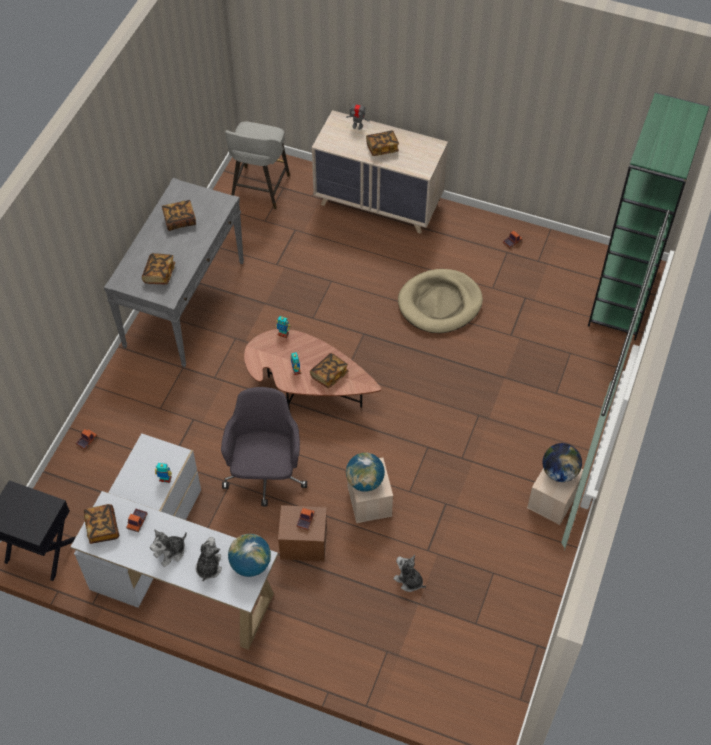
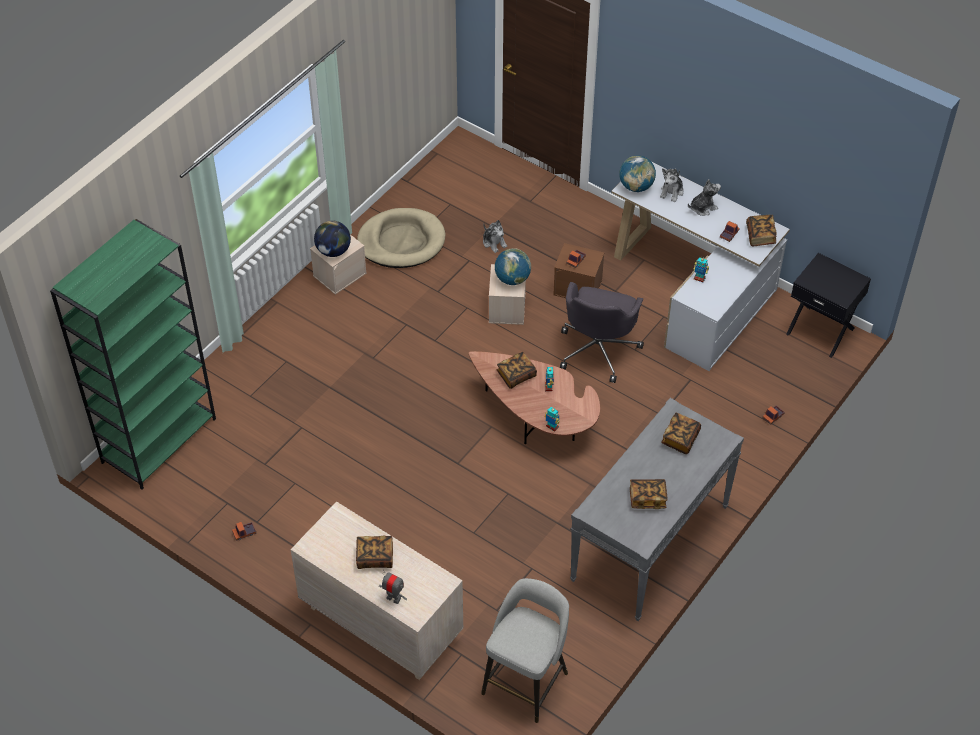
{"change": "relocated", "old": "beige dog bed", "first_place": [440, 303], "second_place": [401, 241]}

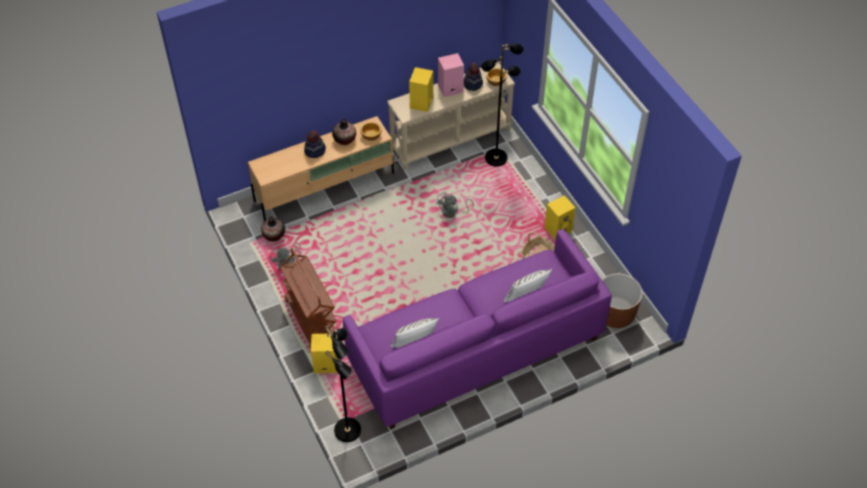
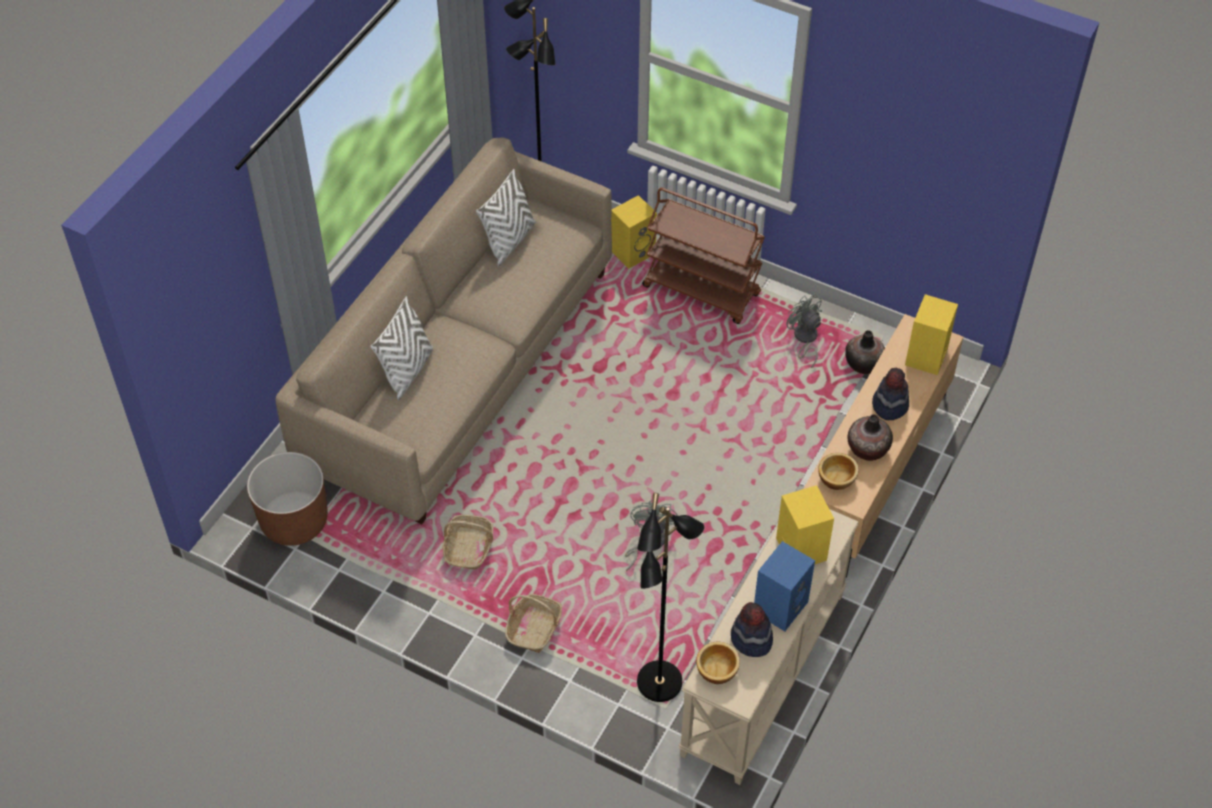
{"change": "colour", "old": "pink loudspeaker", "new": "blue loudspeaker", "first_place": [450, 89], "second_place": [780, 605]}
{"change": "relocated", "old": "yellow loudspeaker", "first_place": [558, 229], "second_place": [927, 357]}
{"change": "colour", "old": "purplish settee", "new": "beige settee", "first_place": [475, 349], "second_place": [459, 368]}
{"change": "appeared", "new": "basket", "second_place": [534, 628]}

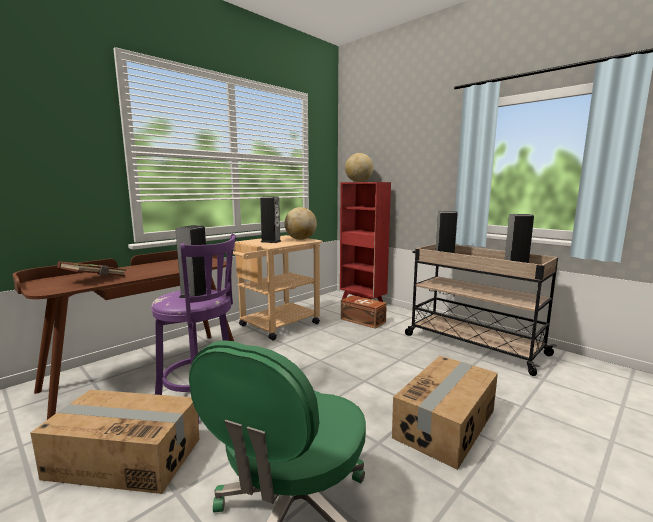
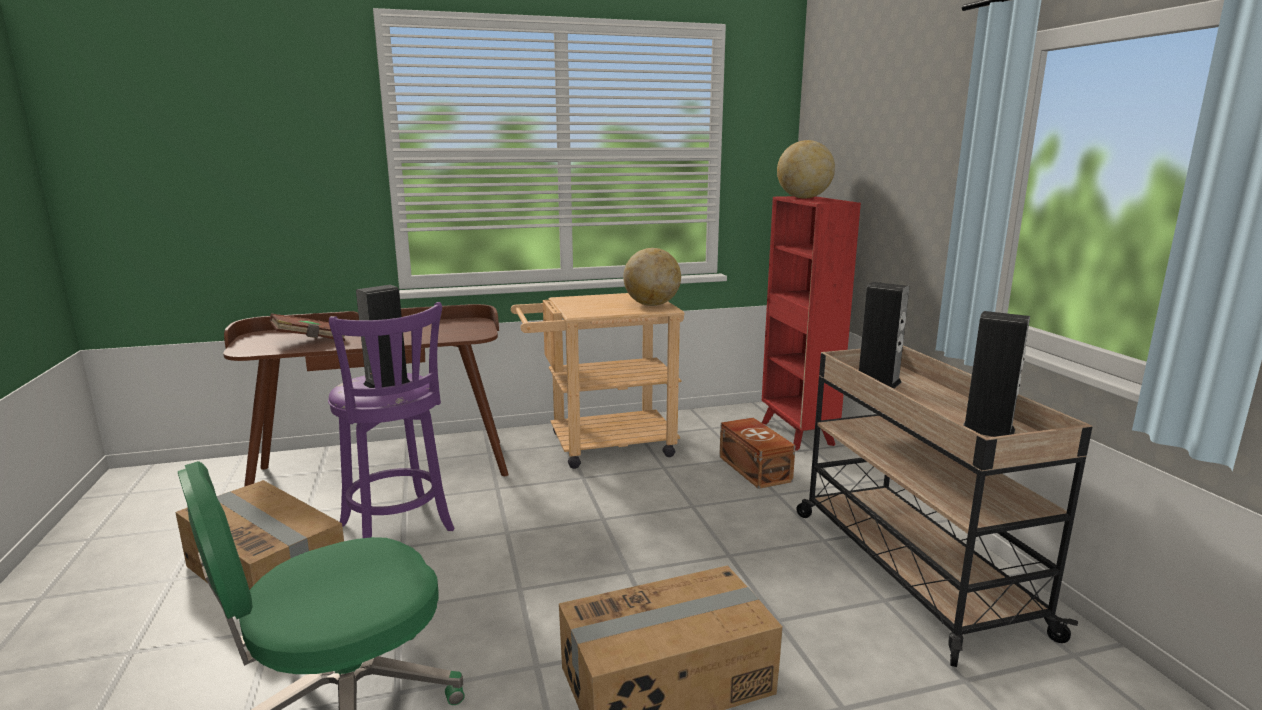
{"change": "missing", "old": "loudspeaker", "first_place": [271, 241]}

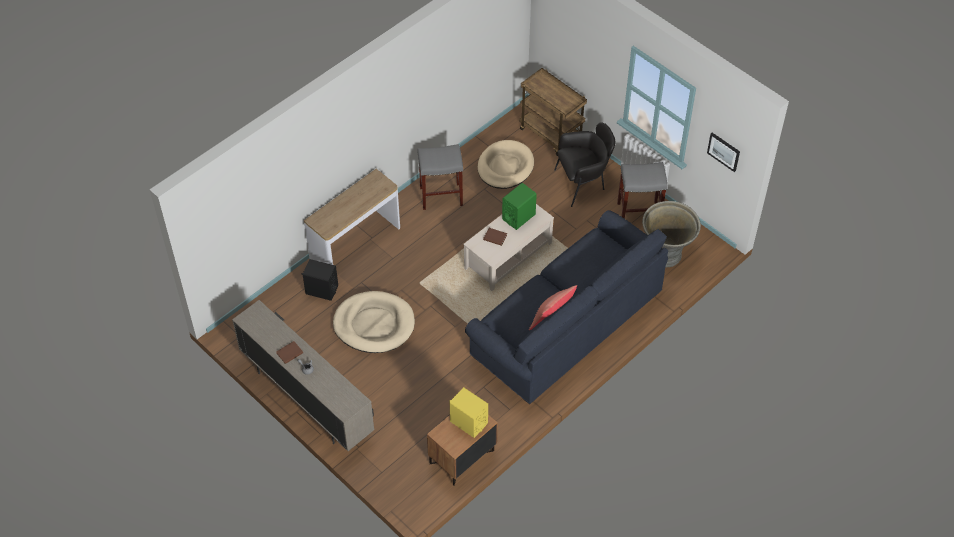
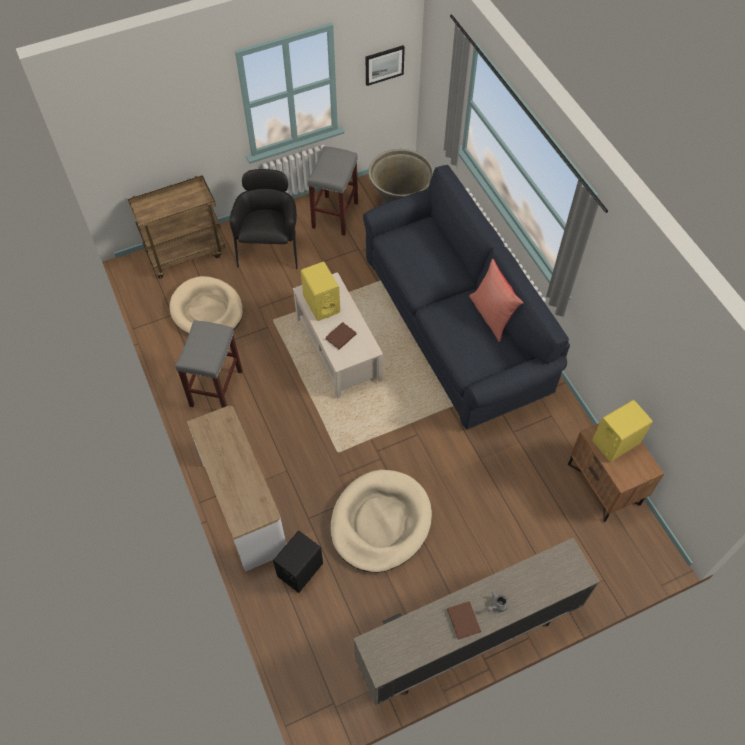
{"change": "colour", "old": "greenish loudspeaker", "new": "yellow loudspeaker", "first_place": [518, 217], "second_place": [321, 304]}

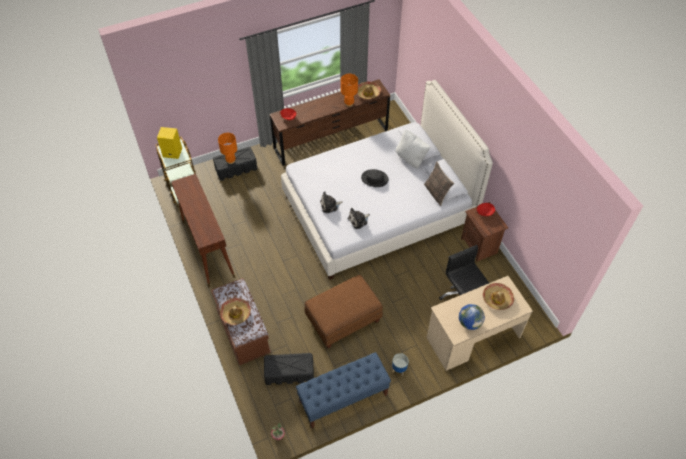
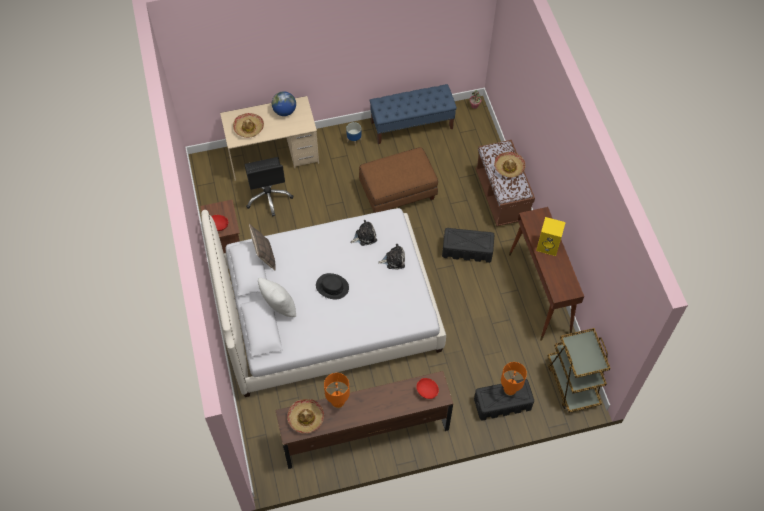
{"change": "relocated", "old": "yellow loudspeaker", "first_place": [172, 153], "second_place": [548, 245]}
{"change": "relocated", "old": "blackish storage container", "first_place": [290, 373], "second_place": [467, 250]}

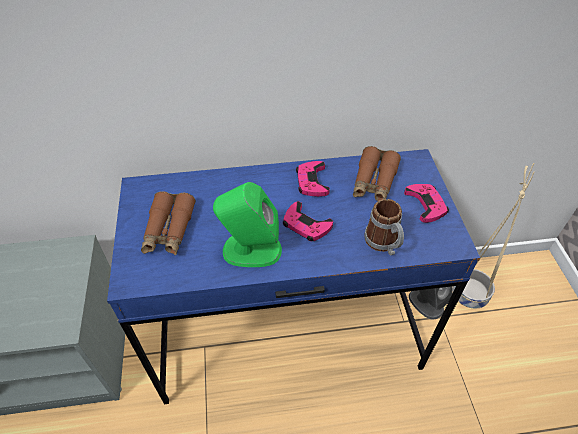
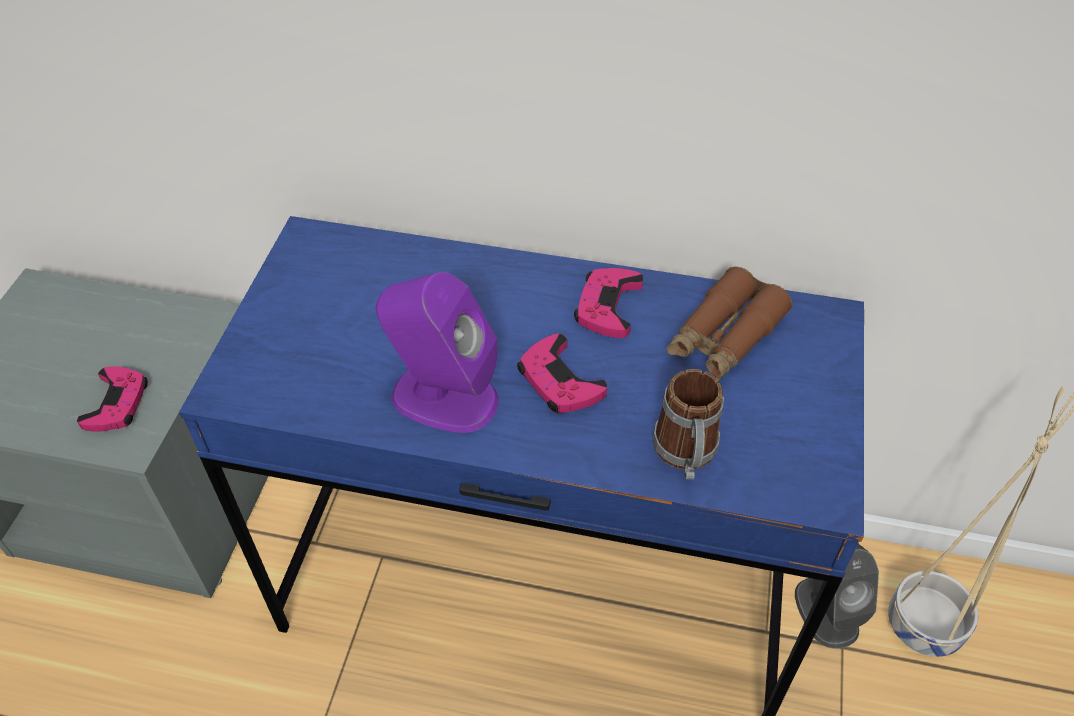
{"change": "colour", "old": "greenish loudspeaker", "new": "purplish loudspeaker", "first_place": [251, 250], "second_place": [443, 397]}
{"change": "relocated", "old": "pink joypad", "first_place": [426, 204], "second_place": [117, 403]}
{"change": "missing", "old": "brown binoculars", "first_place": [169, 230]}

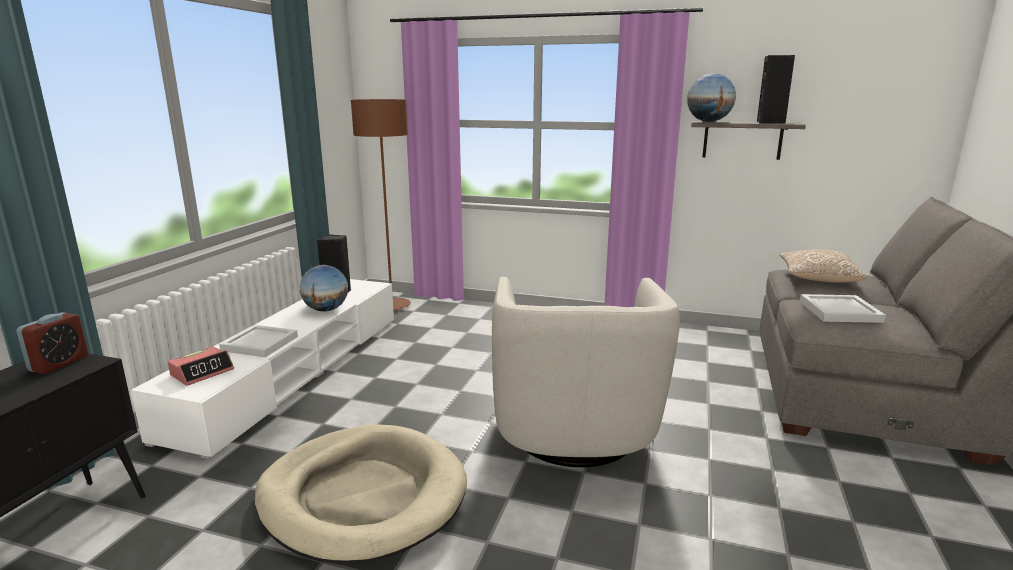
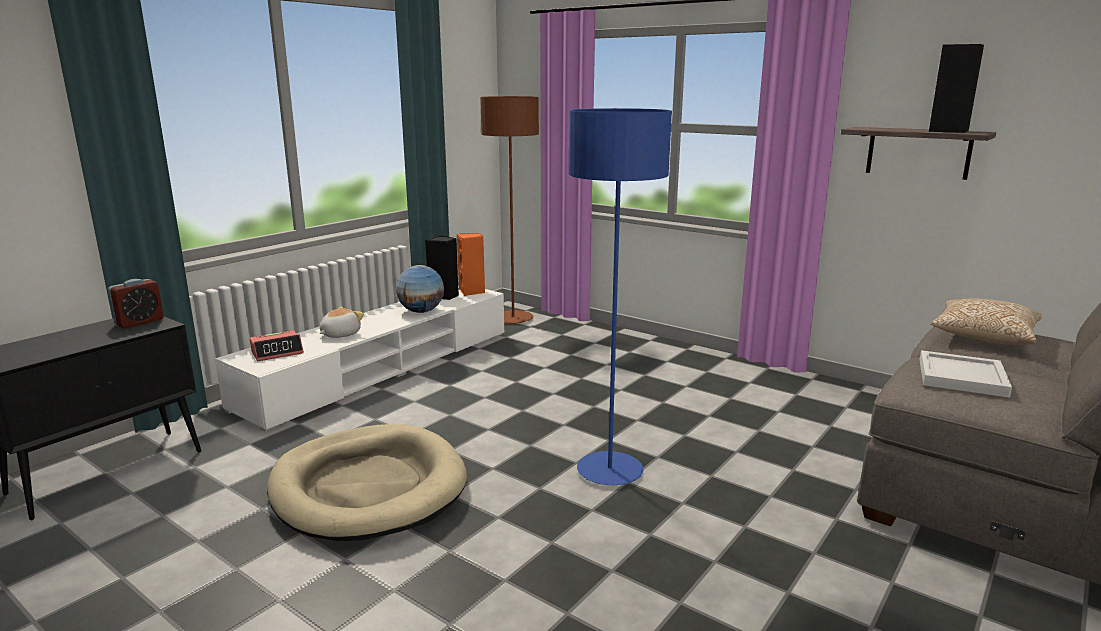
{"change": "missing", "old": "world globe", "first_place": [708, 122]}
{"change": "exchanged", "old": "beige easy chair", "new": "blue standing lamp", "first_place": [573, 433], "second_place": [609, 471]}
{"change": "exchanged", "old": "whitish carrying tray", "new": "cuddly toy", "first_place": [258, 344], "second_place": [340, 334]}
{"change": "appeared", "new": "orange loudspeaker", "second_place": [472, 291]}

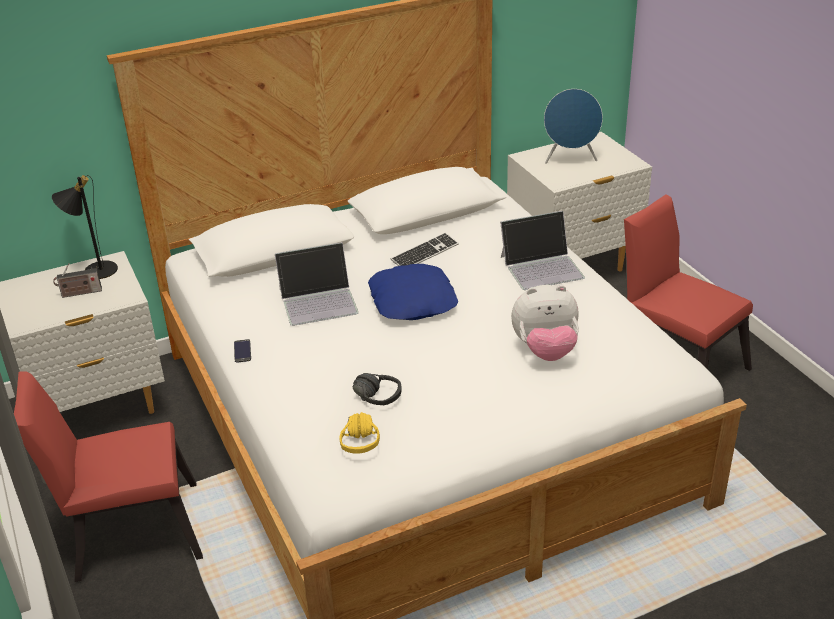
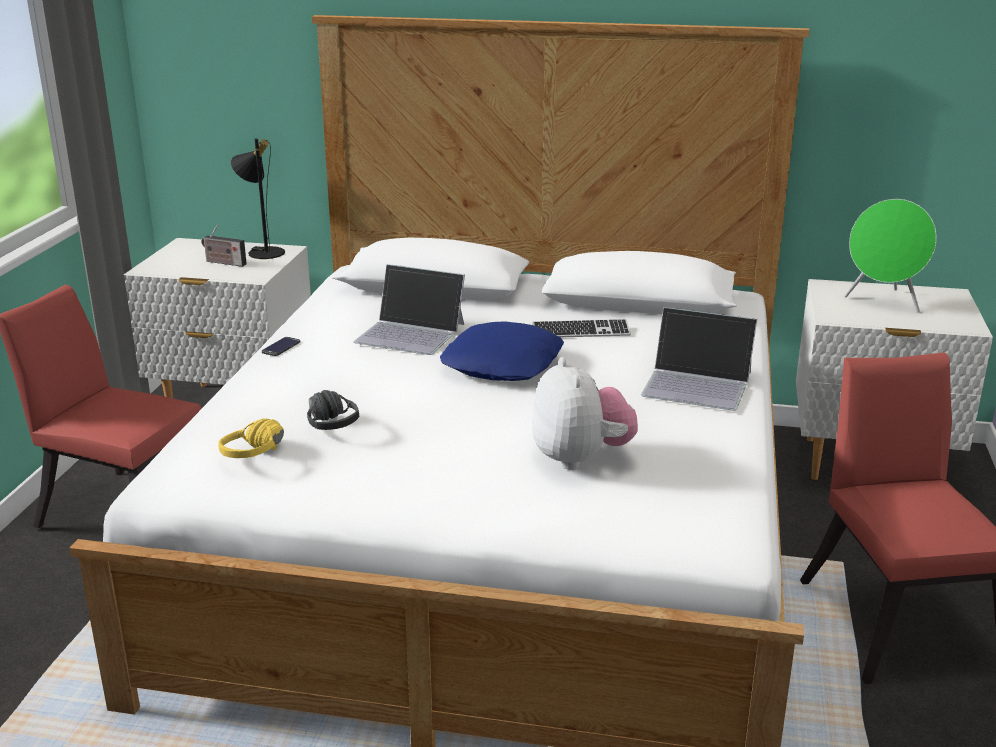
{"change": "colour", "old": "blue loudspeaker", "new": "greenish loudspeaker", "first_place": [570, 159], "second_place": [884, 302]}
{"change": "spun", "old": "cuddly toy", "first_place": [545, 351], "second_place": [580, 458], "degrees": -135}

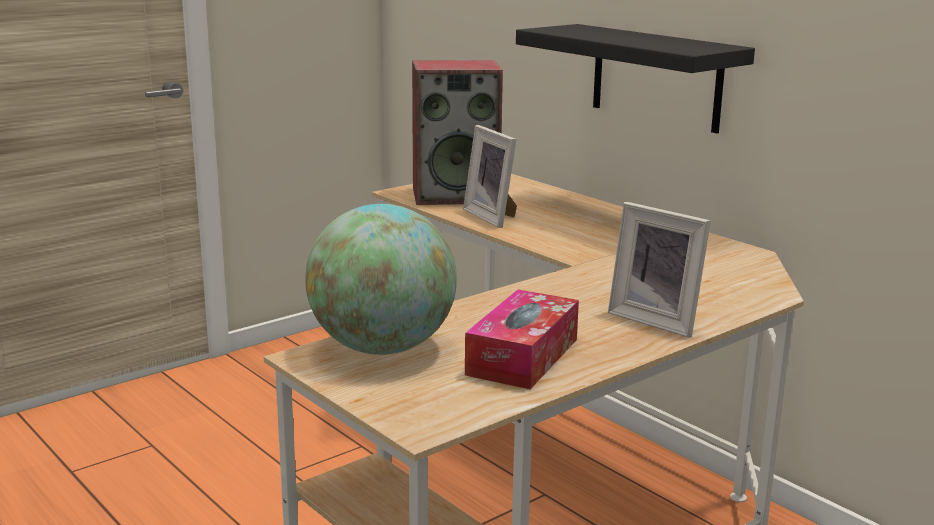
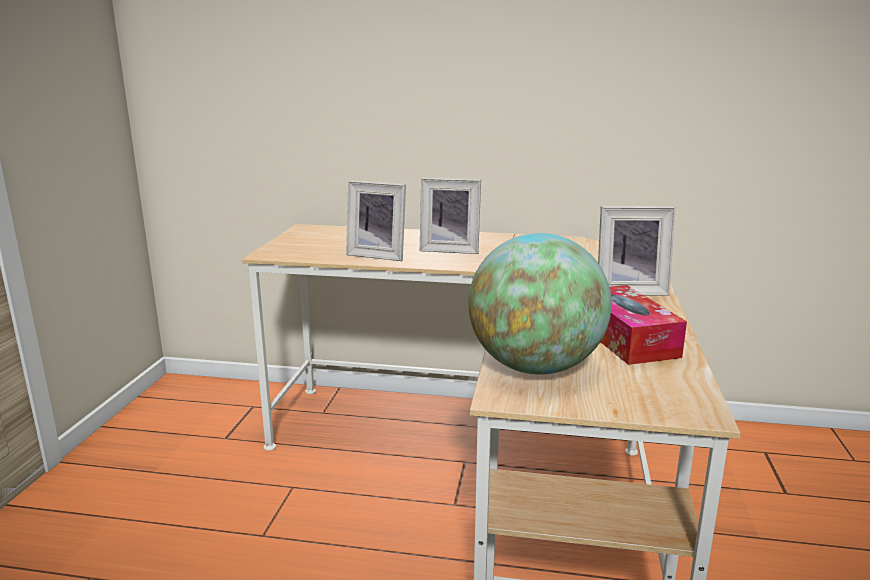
{"change": "missing", "old": "blackish wall shelf", "first_place": [656, 77]}
{"change": "missing", "old": "loudspeaker", "first_place": [456, 195]}
{"change": "appeared", "new": "photo frame", "second_place": [450, 249]}

